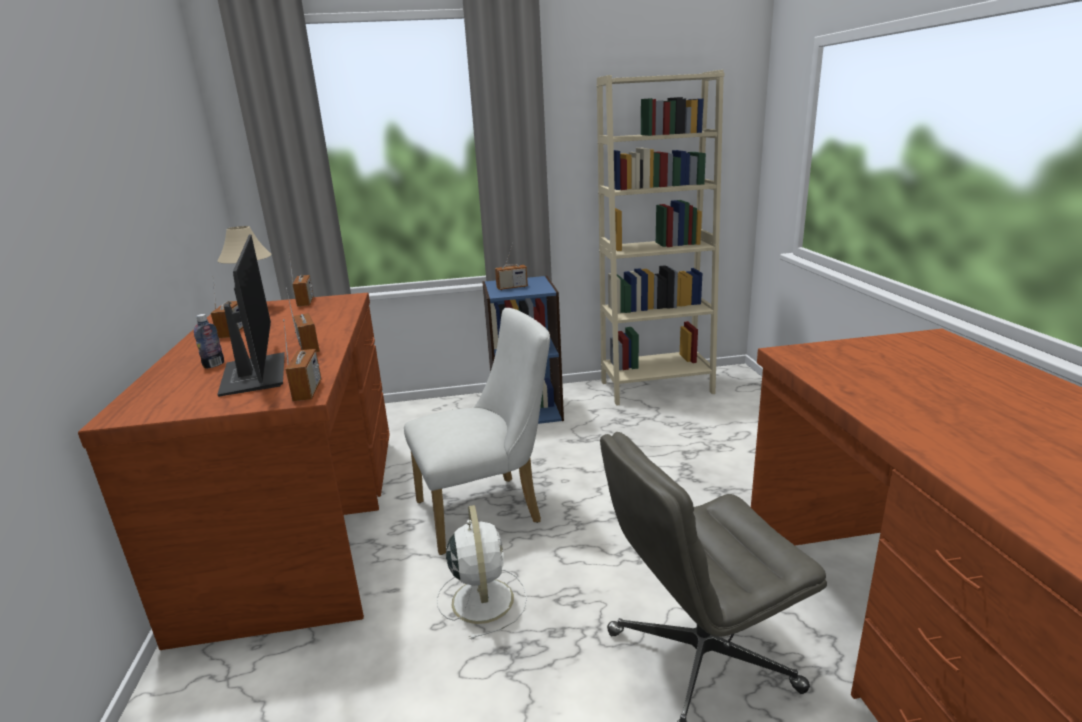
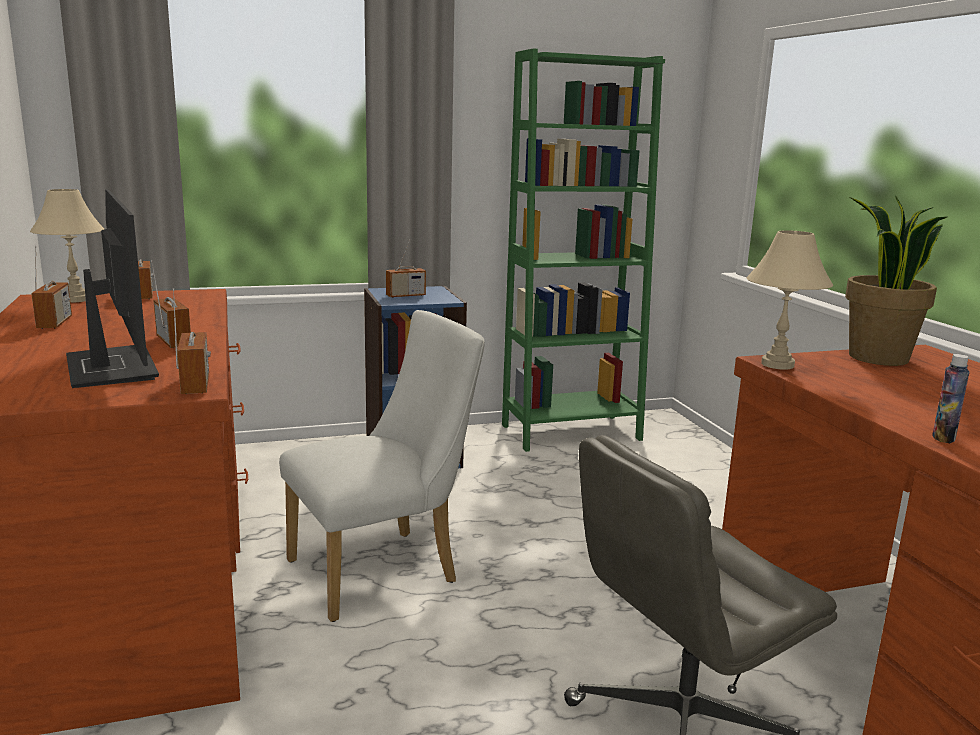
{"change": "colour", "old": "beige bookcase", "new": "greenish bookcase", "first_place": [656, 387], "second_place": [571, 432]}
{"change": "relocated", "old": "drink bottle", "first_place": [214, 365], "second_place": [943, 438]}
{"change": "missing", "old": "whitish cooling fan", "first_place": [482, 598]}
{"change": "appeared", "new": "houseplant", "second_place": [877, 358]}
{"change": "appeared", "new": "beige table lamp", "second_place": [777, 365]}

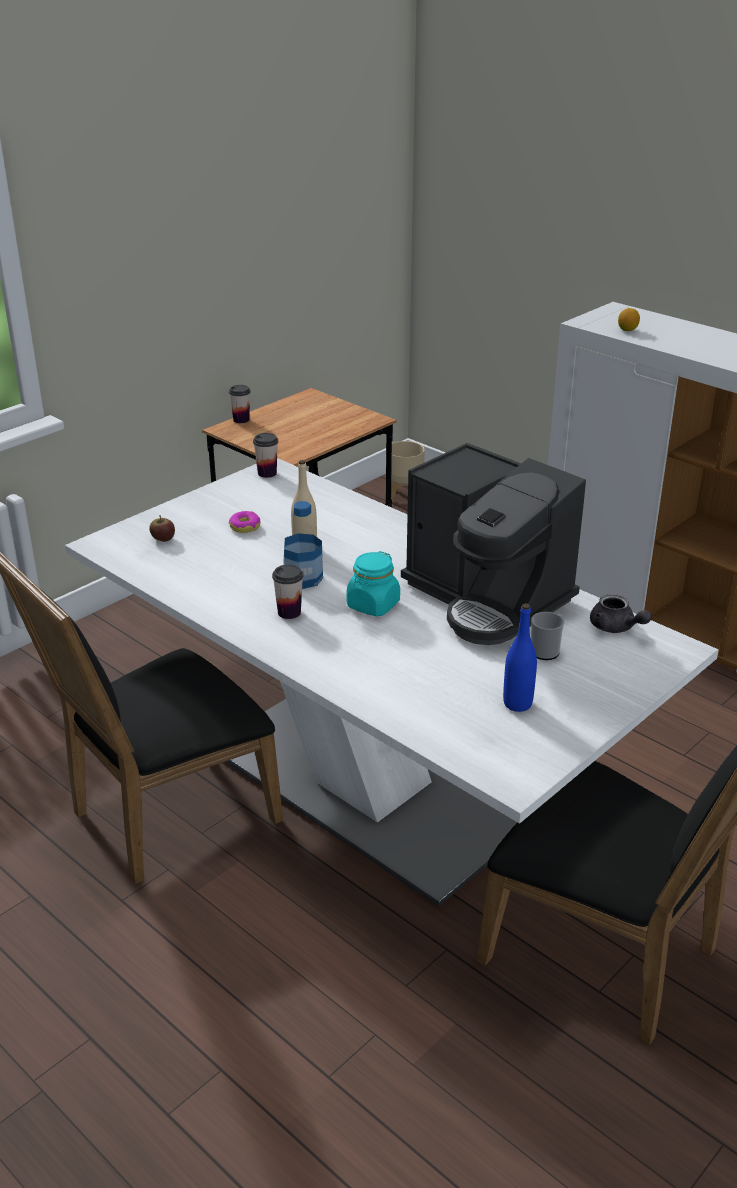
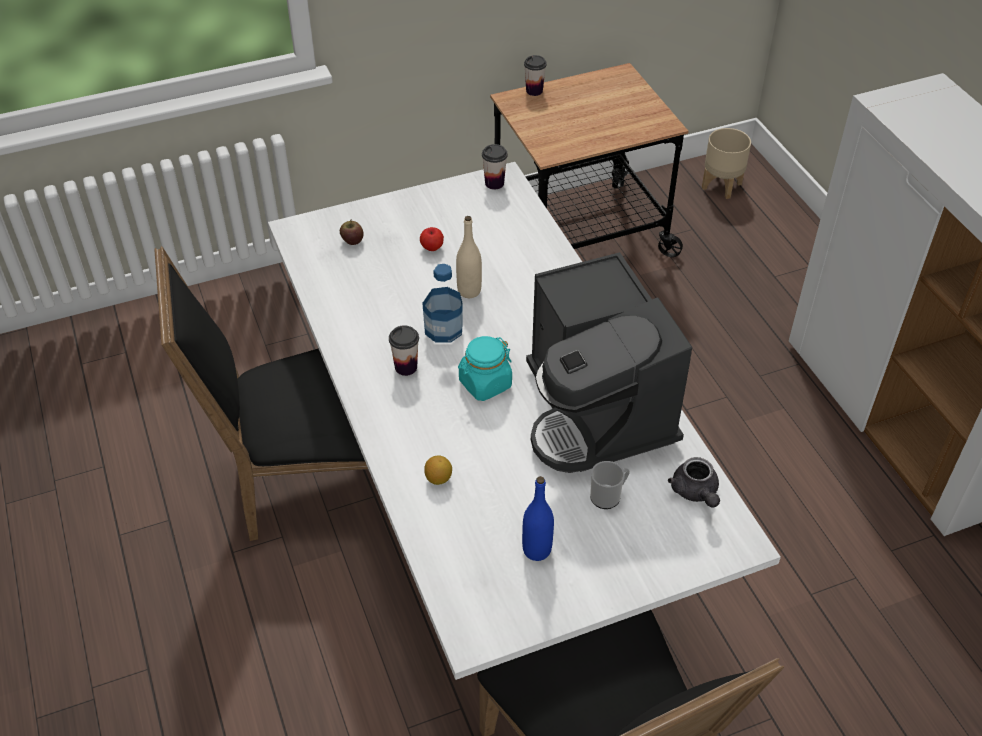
{"change": "relocated", "old": "citrus fruit", "first_place": [627, 330], "second_place": [438, 478]}
{"change": "exchanged", "old": "ring doughnut", "new": "whole apple", "first_place": [245, 526], "second_place": [432, 247]}

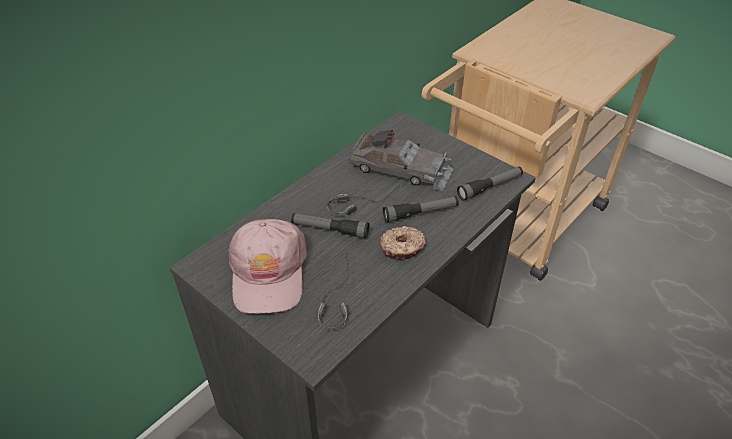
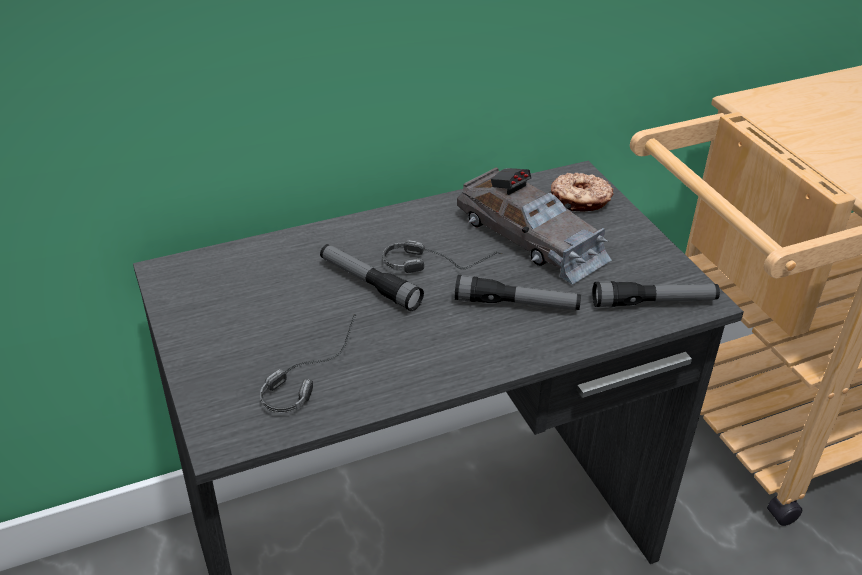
{"change": "missing", "old": "pink baseball cap", "first_place": [268, 273]}
{"change": "relocated", "old": "ring doughnut", "first_place": [402, 248], "second_place": [580, 201]}

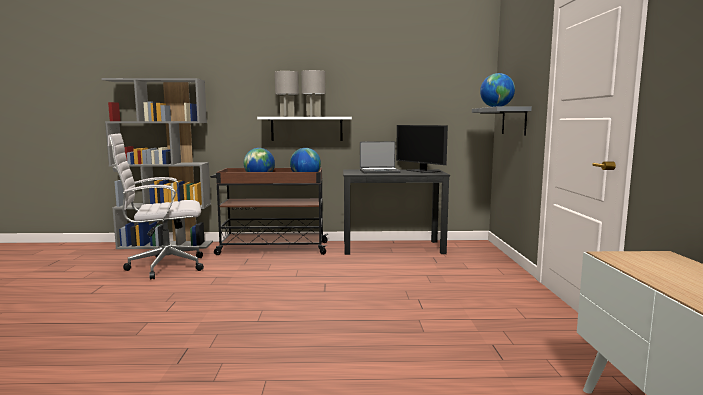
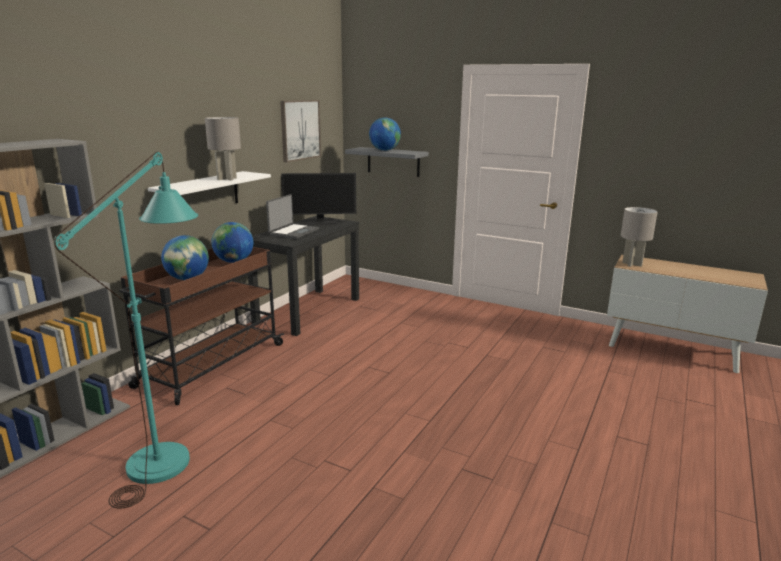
{"change": "relocated", "old": "grey table lamp", "first_place": [287, 116], "second_place": [632, 264]}
{"change": "exchanged", "old": "whitish desk chair", "new": "turquoise standing lamp", "first_place": [163, 267], "second_place": [169, 453]}
{"change": "appeared", "new": "wall art", "second_place": [300, 130]}

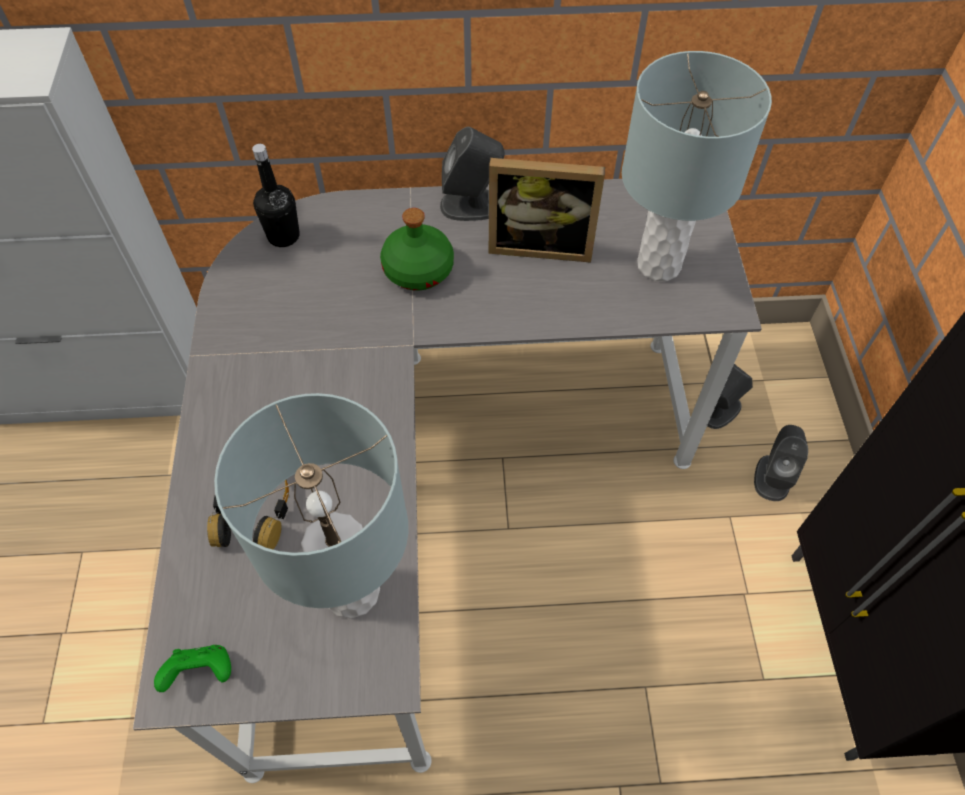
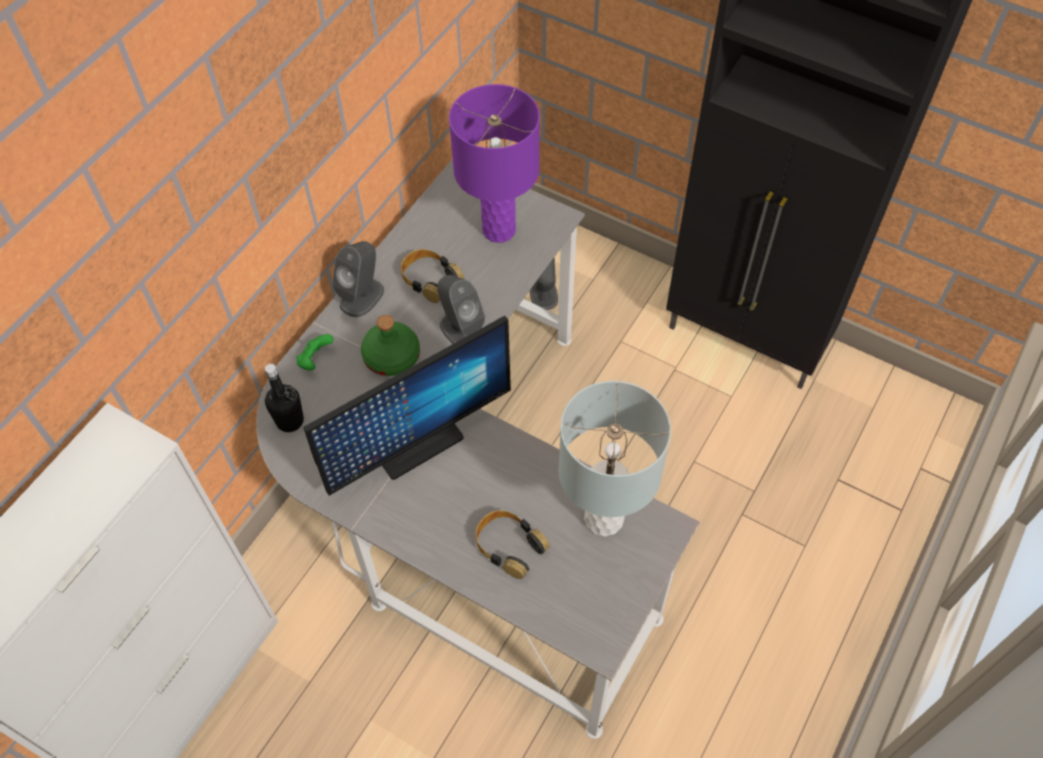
{"change": "colour", "old": "grey table lamp", "new": "purplish table lamp", "first_place": [659, 264], "second_place": [499, 229]}
{"change": "exchanged", "old": "photo frame", "new": "pair of headphones", "first_place": [540, 244], "second_place": [430, 279]}
{"change": "relocated", "old": "grey loudspeaker", "first_place": [773, 477], "second_place": [461, 329]}
{"change": "relocated", "old": "greenish joypad", "first_place": [202, 672], "second_place": [315, 360]}
{"change": "appeared", "new": "computer display", "second_place": [417, 444]}

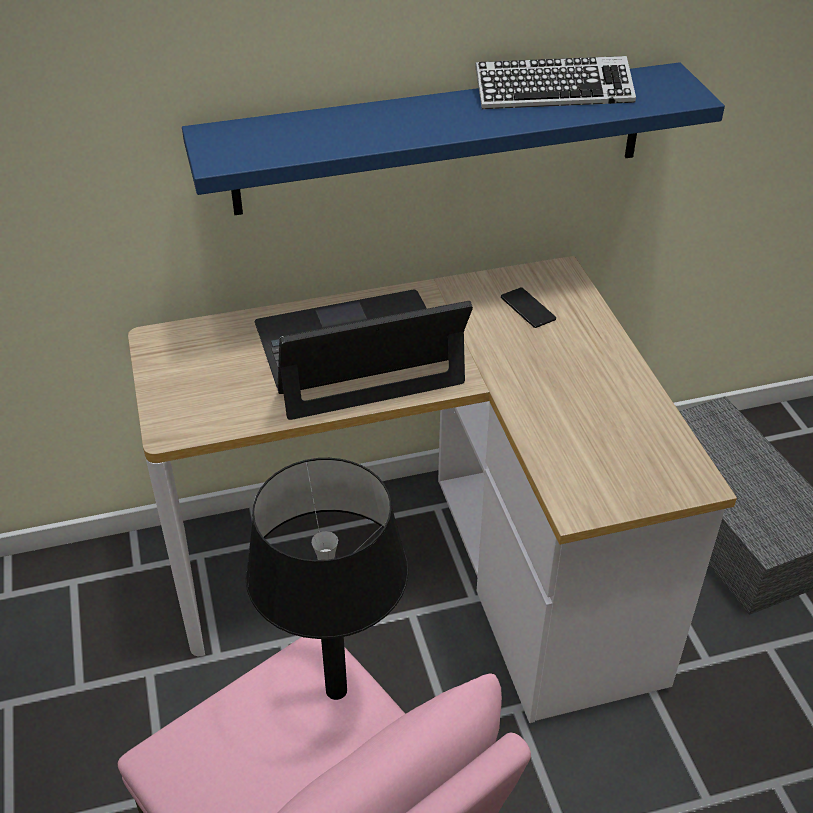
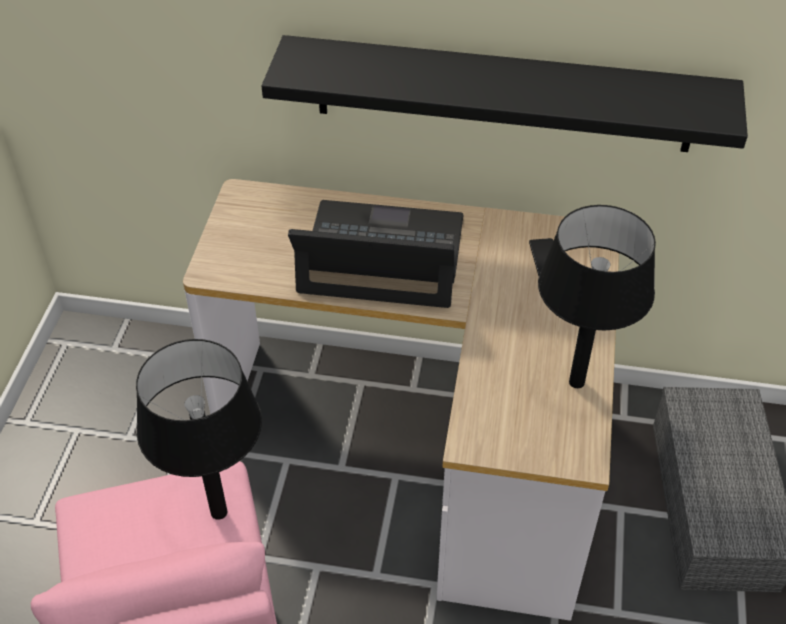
{"change": "missing", "old": "computer keyboard", "first_place": [553, 93]}
{"change": "colour", "old": "blue wall shelf", "new": "blackish wall shelf", "first_place": [441, 139], "second_place": [503, 94]}
{"change": "appeared", "new": "blackish table lamp", "second_place": [576, 382]}

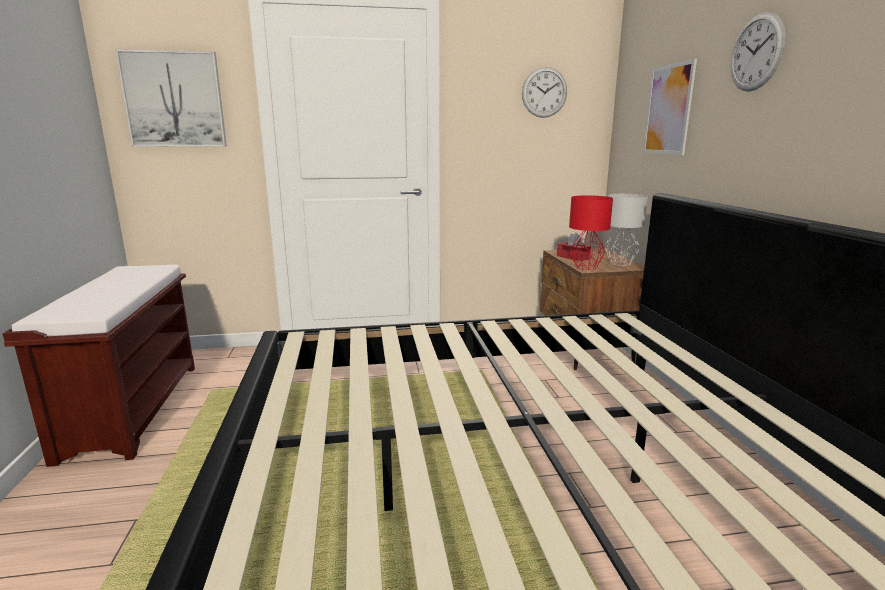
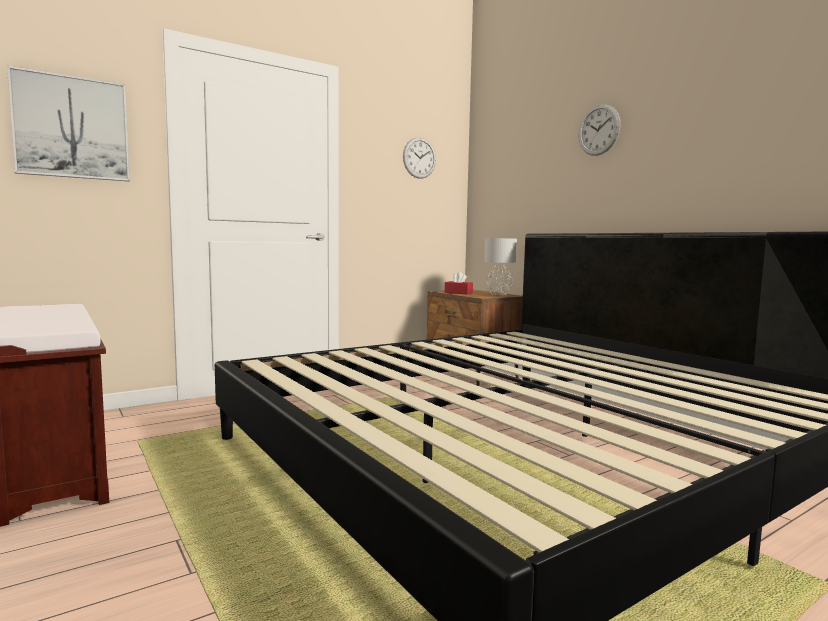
{"change": "missing", "old": "wall art", "first_place": [668, 110]}
{"change": "missing", "old": "red table lamp", "first_place": [586, 267]}

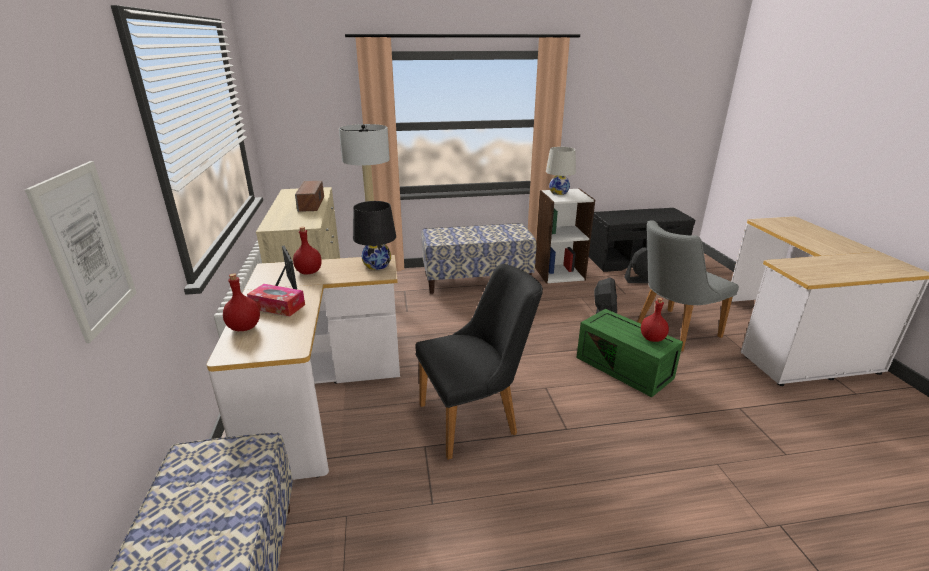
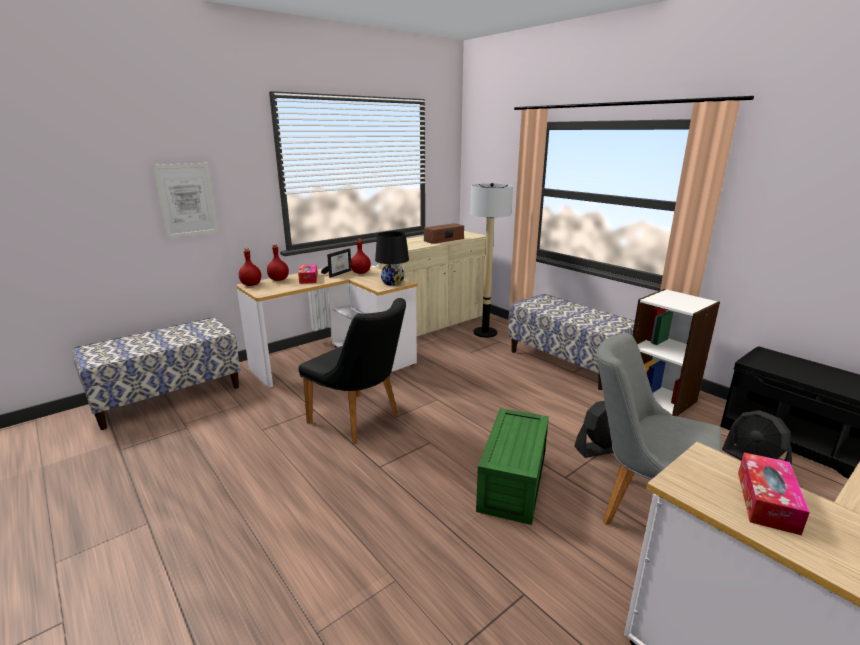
{"change": "missing", "old": "whitish table lamp", "first_place": [559, 192]}
{"change": "relocated", "old": "red drink bottle", "first_place": [652, 338], "second_place": [251, 284]}
{"change": "appeared", "new": "tissue holder", "second_place": [767, 501]}

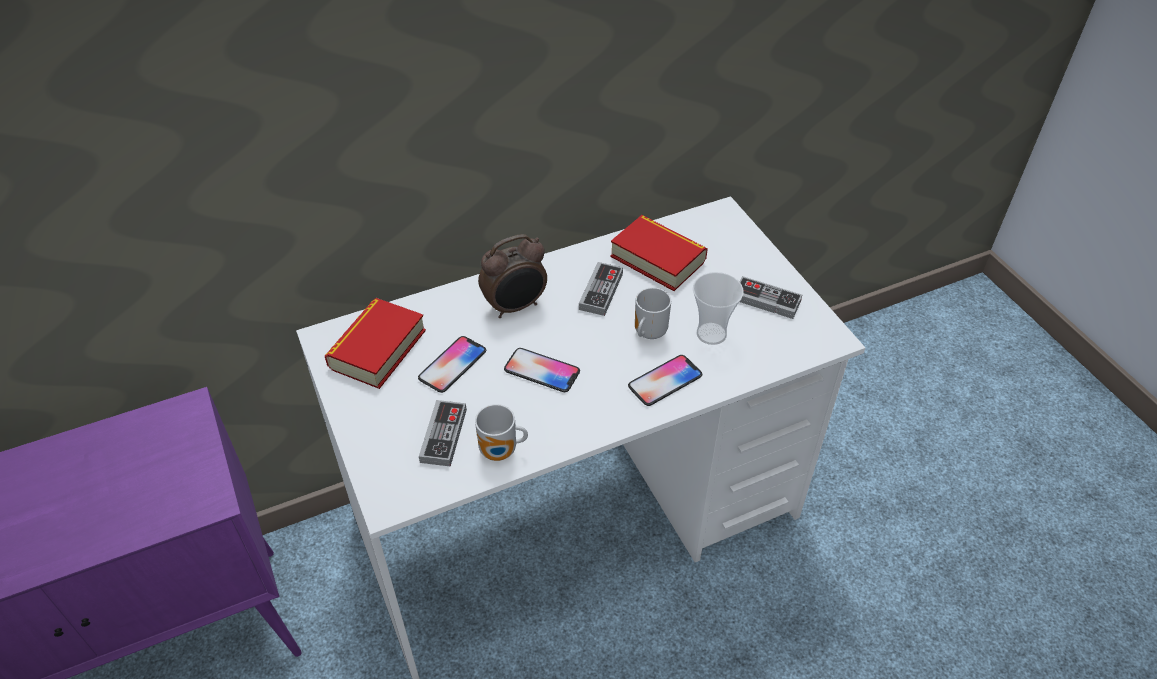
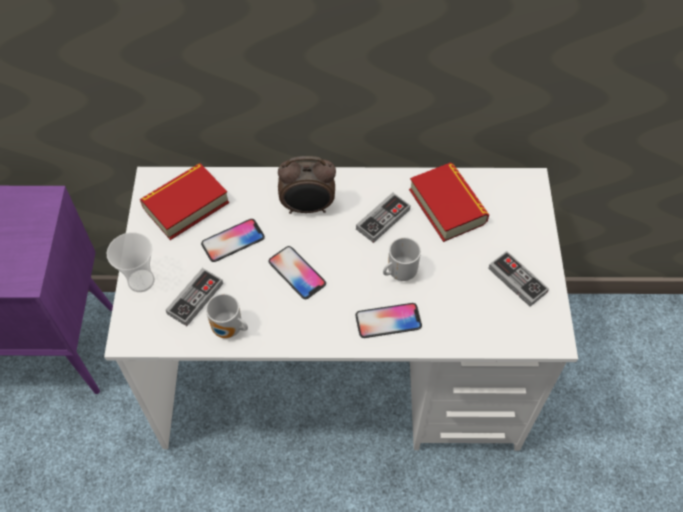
{"change": "relocated", "old": "cup", "first_place": [711, 334], "second_place": [141, 281]}

